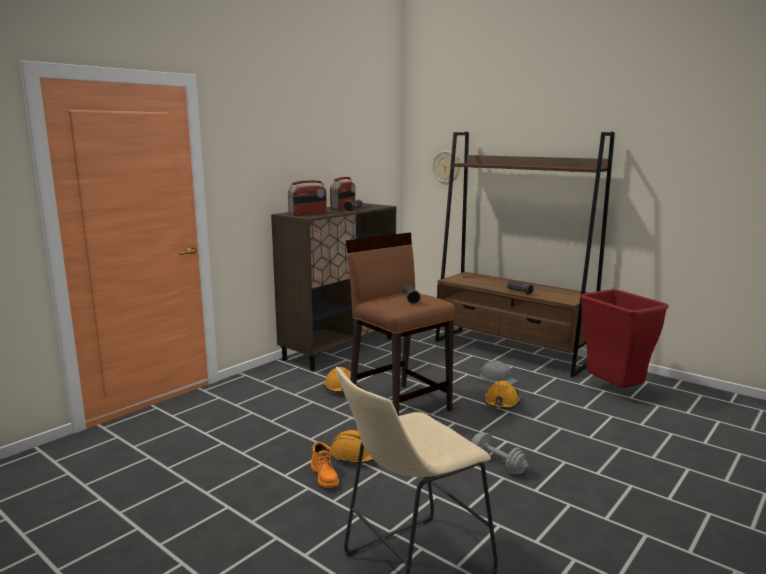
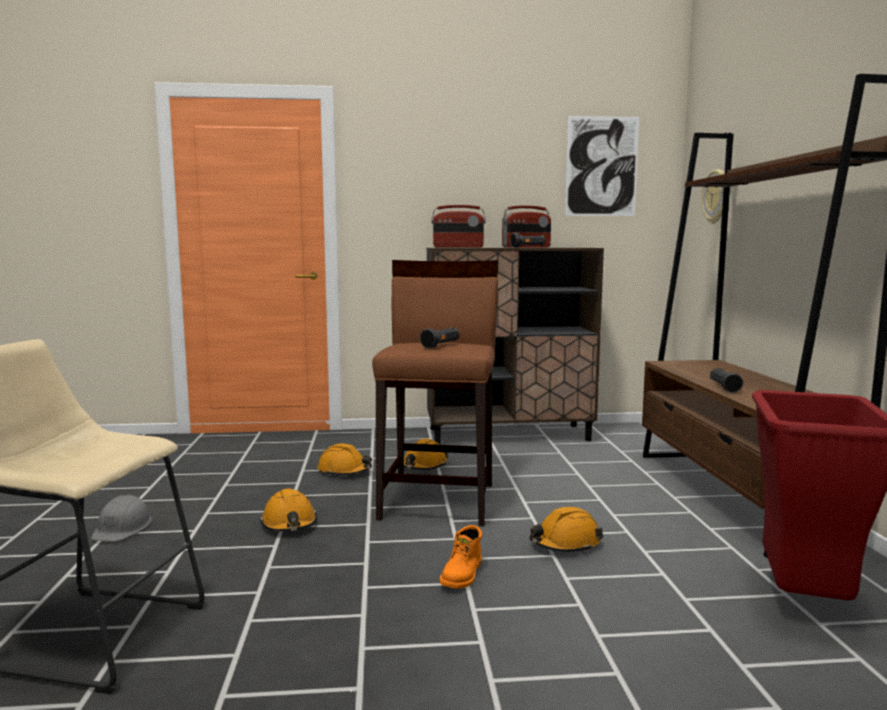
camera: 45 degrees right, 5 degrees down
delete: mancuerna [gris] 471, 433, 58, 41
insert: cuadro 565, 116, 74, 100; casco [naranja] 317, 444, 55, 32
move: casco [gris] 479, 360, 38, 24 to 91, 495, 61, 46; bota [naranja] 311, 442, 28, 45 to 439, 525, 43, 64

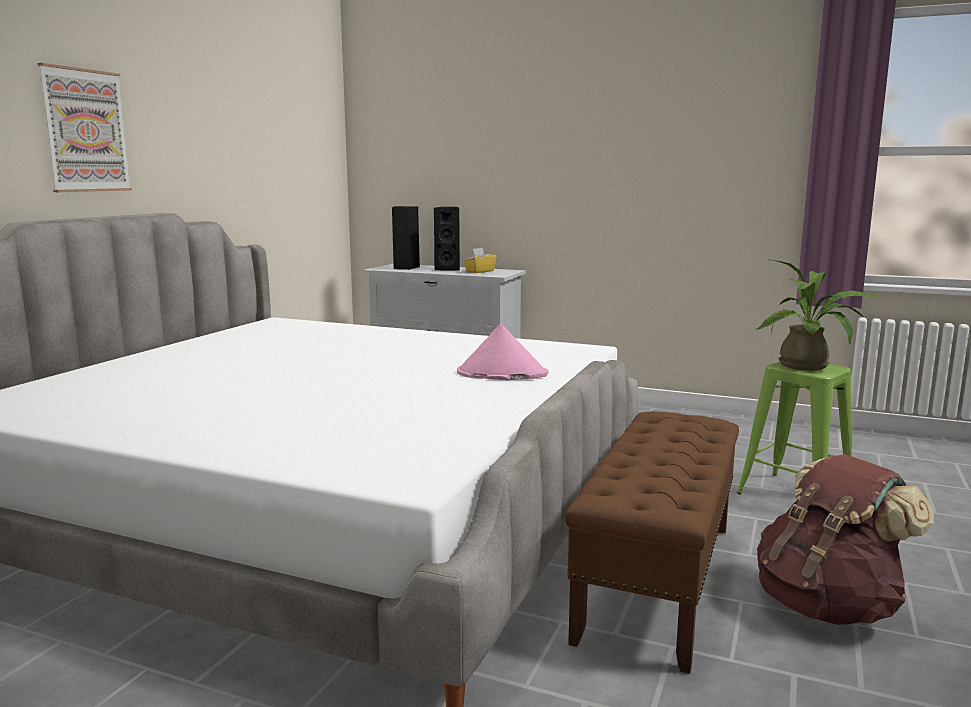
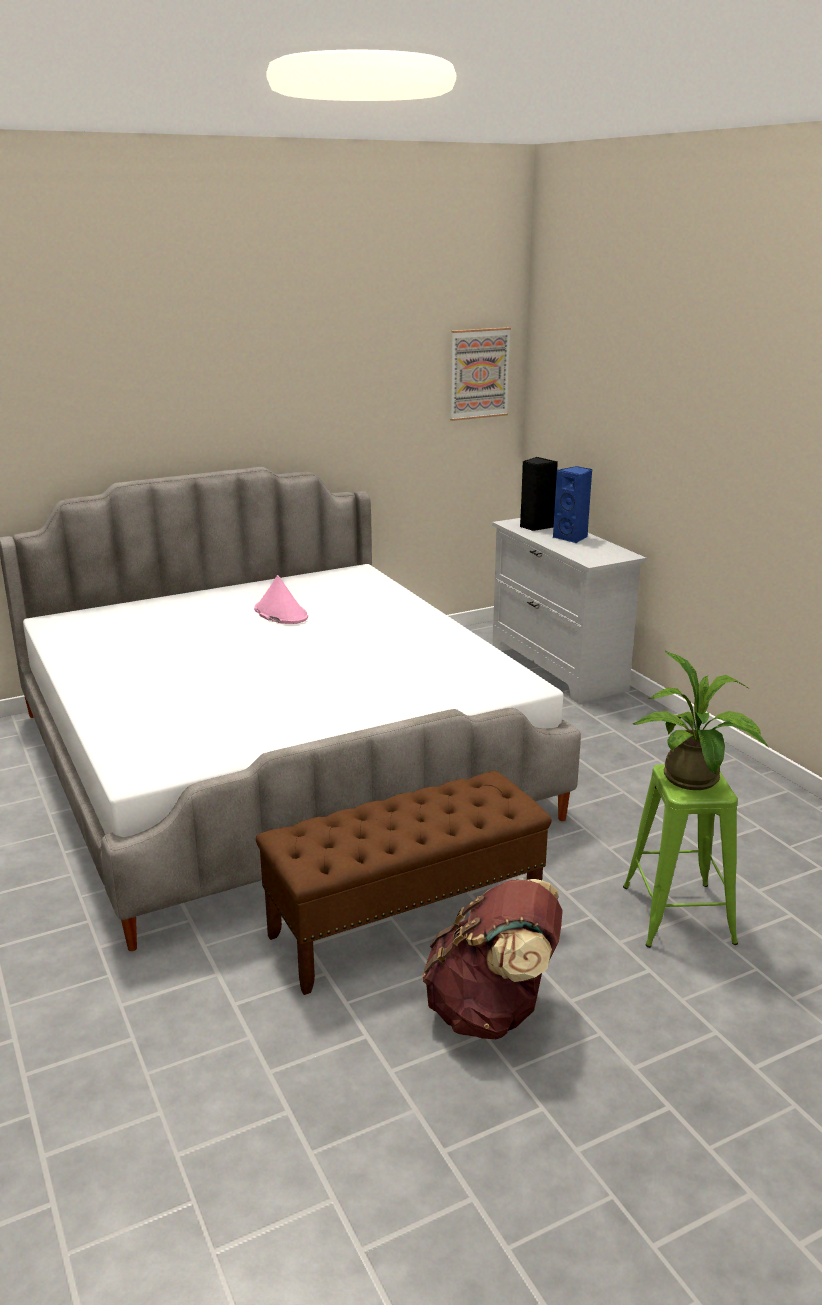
camera: 40 degrees right, 10 degrees up
delete: caja de pañuelos [amarillo] 463, 248, 34, 25
move: cuadro 37, 63, 95, 129 to 450, 327, 61, 94; sombrero [rosa] 457, 323, 91, 57 to 254, 575, 54, 49
recolor: altavoz [negro] 434, 207, 26, 64 to altavoz [azul] 553, 466, 39, 77

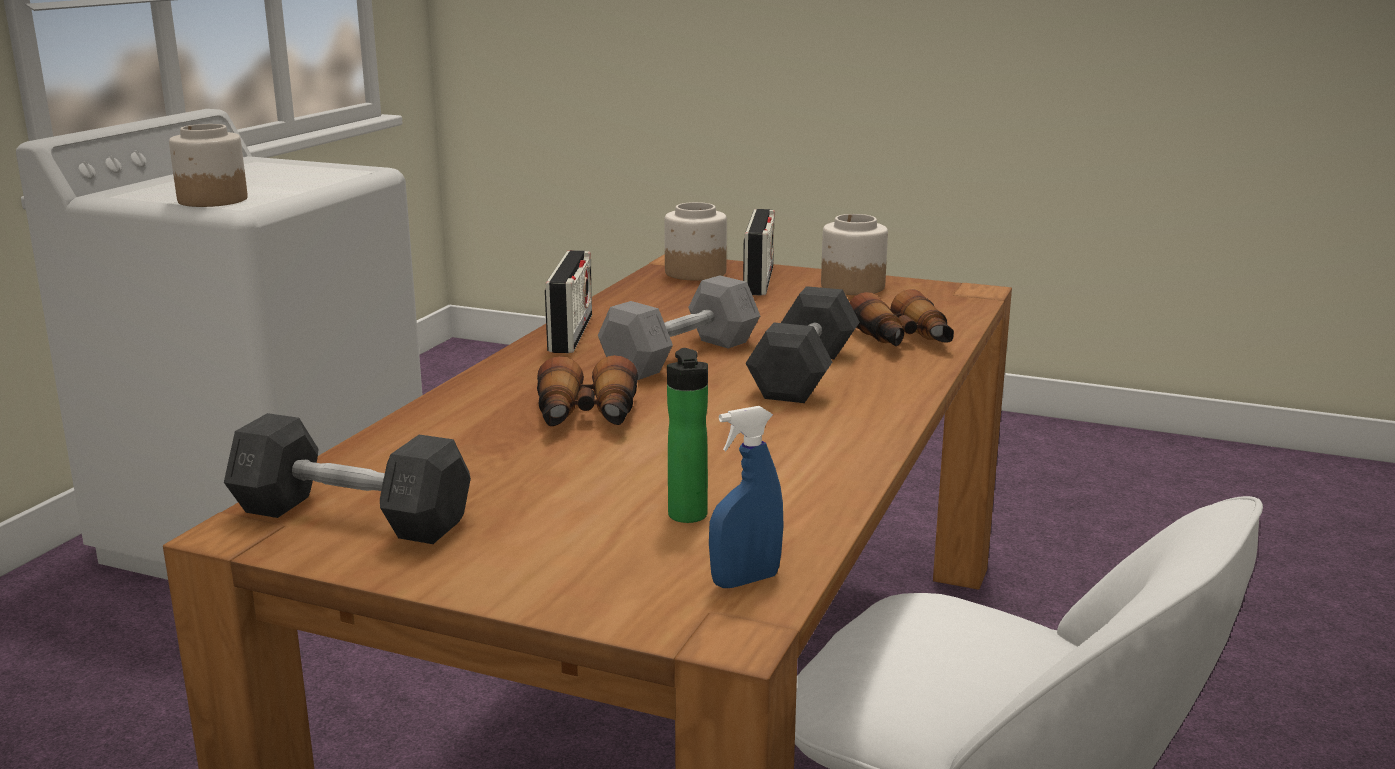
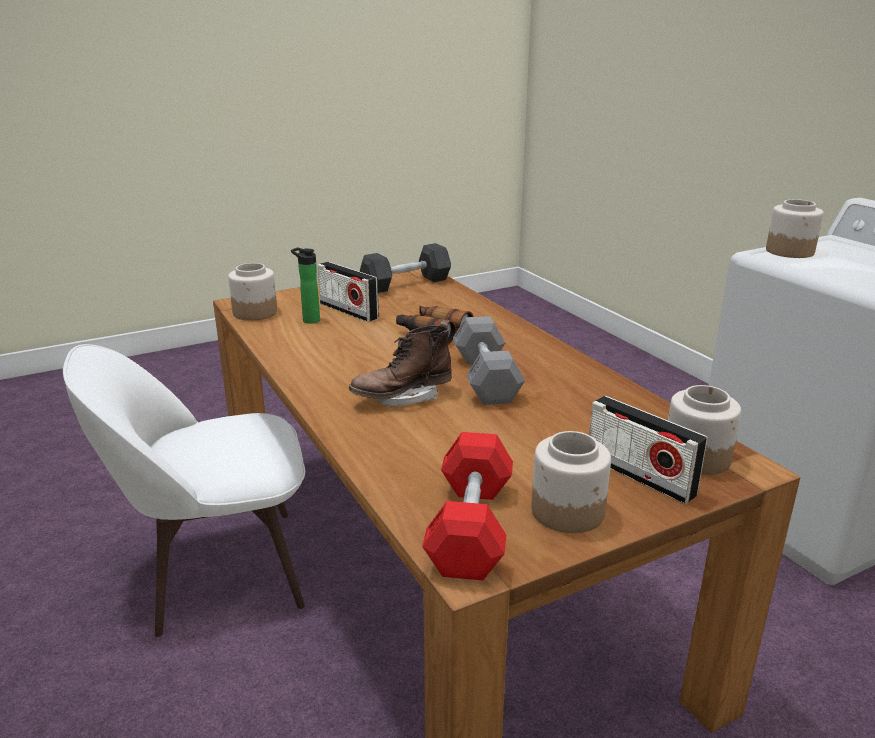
camera: 130 degrees right, 5 degrees up
delete: prismáticos 850, 289, 104, 57
insert: mancuerna [rojo] 422, 432, 91, 148
move: radio 545, 250, 47, 103 to 318, 262, 61, 60
replace: mancuerna [gris] 745, 286, 115, 117 to bota [marrón] 349, 320, 103, 87; pulverizador [azul] 709, 406, 75, 182 to tarro 228, 263, 49, 58

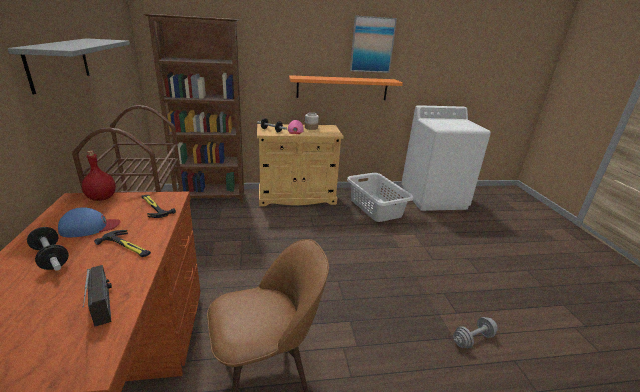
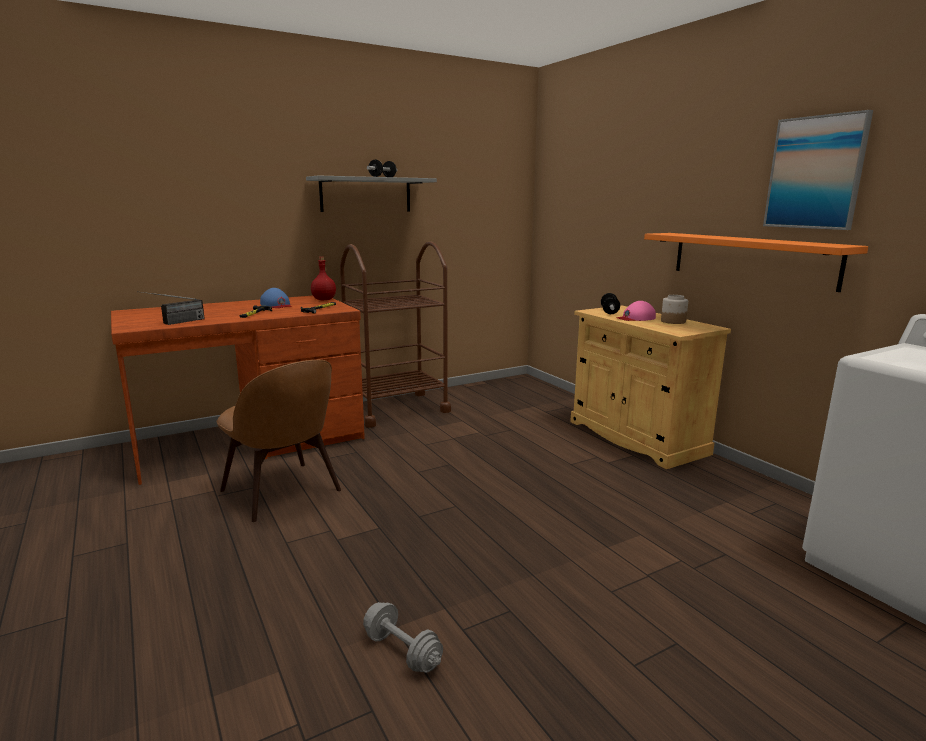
camera: 70 degrees right, 10 degrees down
delete: estantería [marrón] 144, 14, 100, 189; cesto de la ropa [gris] 347, 173, 66, 49
move: mancuerna 27, 227, 42, 44 to 367, 160, 30, 17

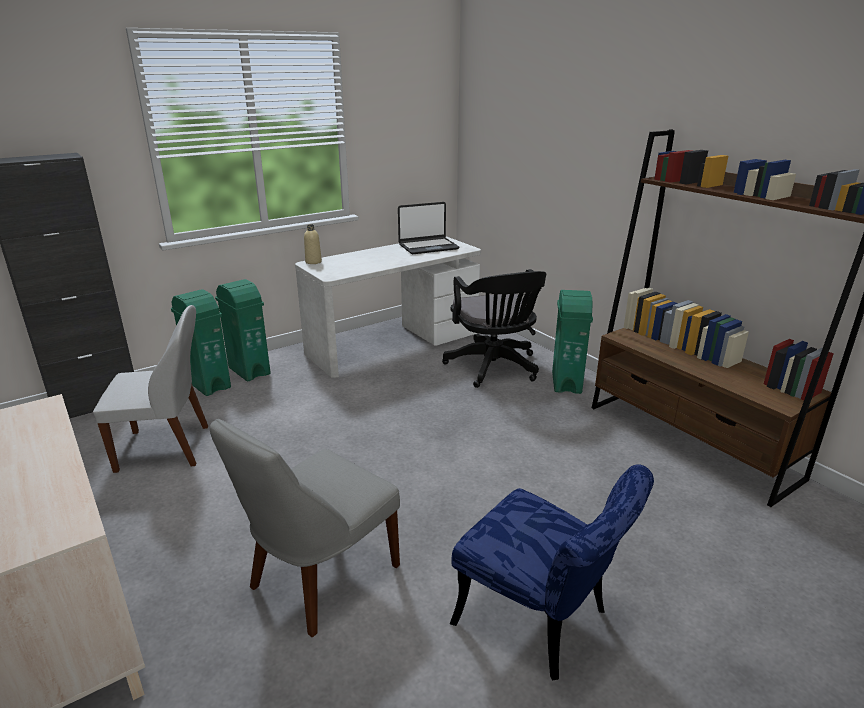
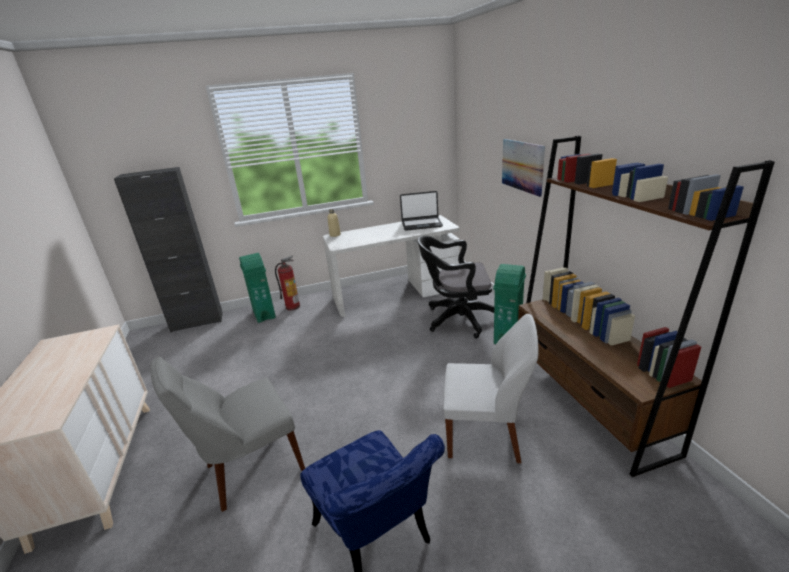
camera: 20 degrees right, 0 degrees up
insert: cuadro 502, 139, 43, 58
move: silla [blanco] 93, 305, 115, 168 to 444, 314, 95, 149
replace: papelera [verde] 215, 279, 56, 102 to extintor 275, 256, 25, 54
rotate: silla de oficina [negro] 442, 269, 104, 119 = 417, 235, 77, 104 90 degrees clockwise

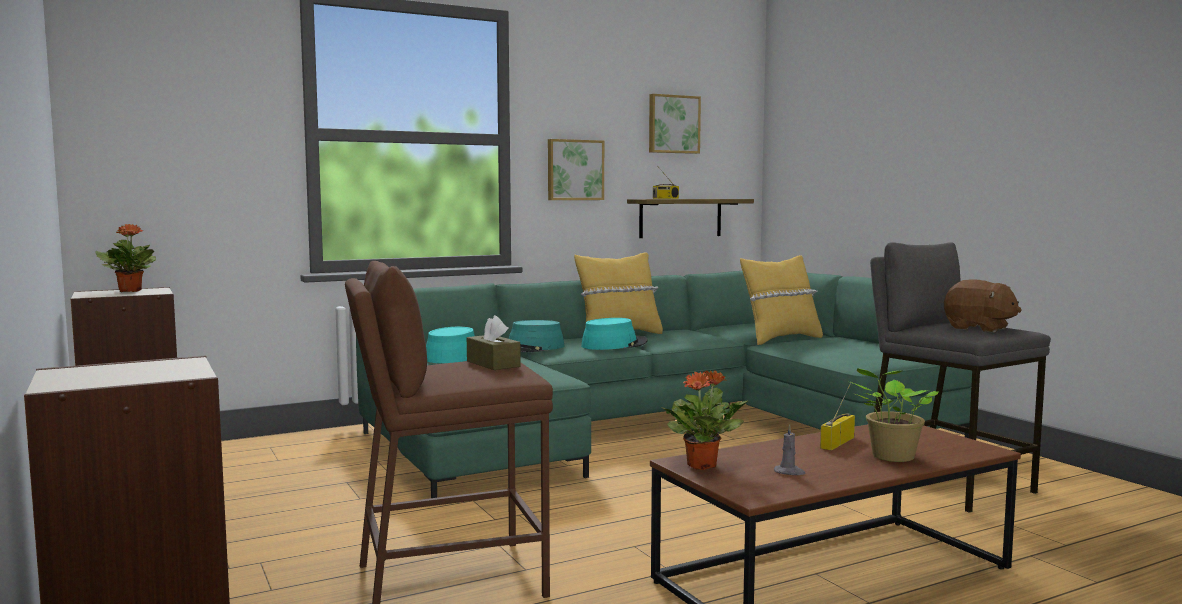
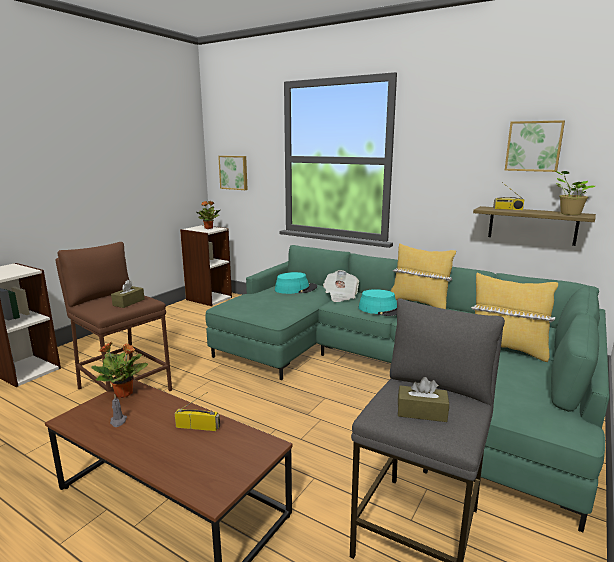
camera: 60 degrees right, 10 degrees up
move: cuadro 548, 139, 56, 61 to 218, 156, 30, 34; planta en maceta 850, 368, 89, 94 to 555, 171, 40, 44
replace: peluche [marrón] 944, 280, 78, 53 to caja de pañuelos [marrón] 398, 377, 51, 45; sombrero [turquesa] 509, 320, 56, 32 to periódico 323, 270, 36, 32

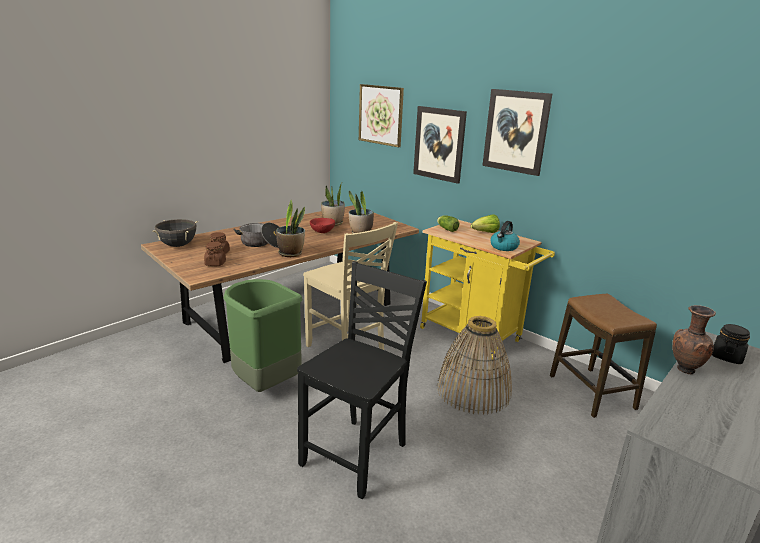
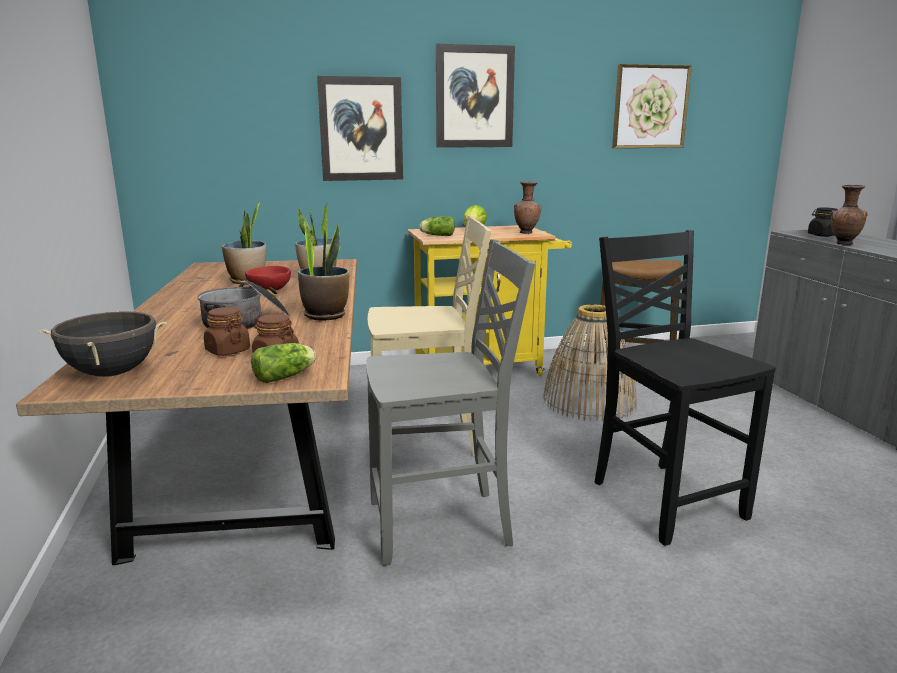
camera: 55 degrees left, 5 degrees down
insert: lechuga 251, 343, 65, 40
move: cuadro 359, 84, 45, 63 to 612, 64, 80, 84
replace: hervidor 491, 221, 29, 30 to florero [marrón] 514, 181, 28, 53; papelera [verde] 223, 279, 79, 113 to silla [gris] 366, 239, 169, 327

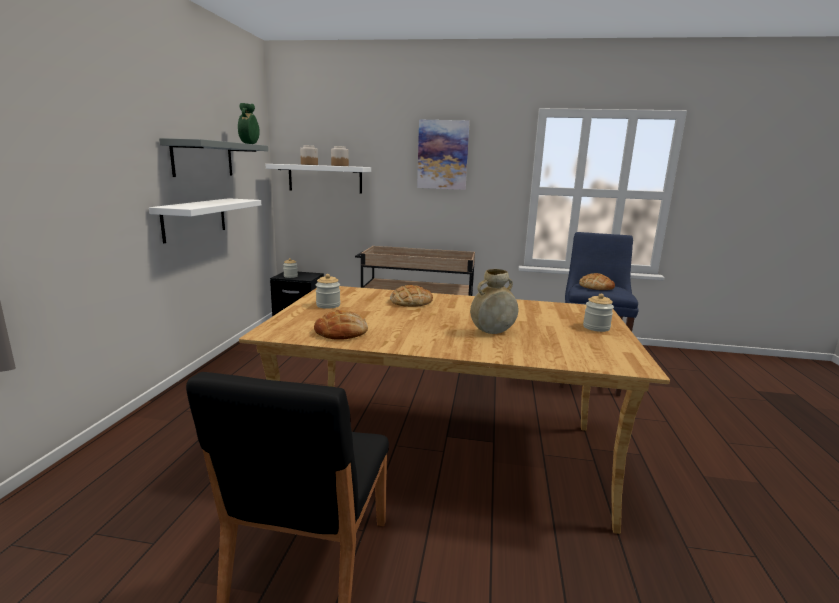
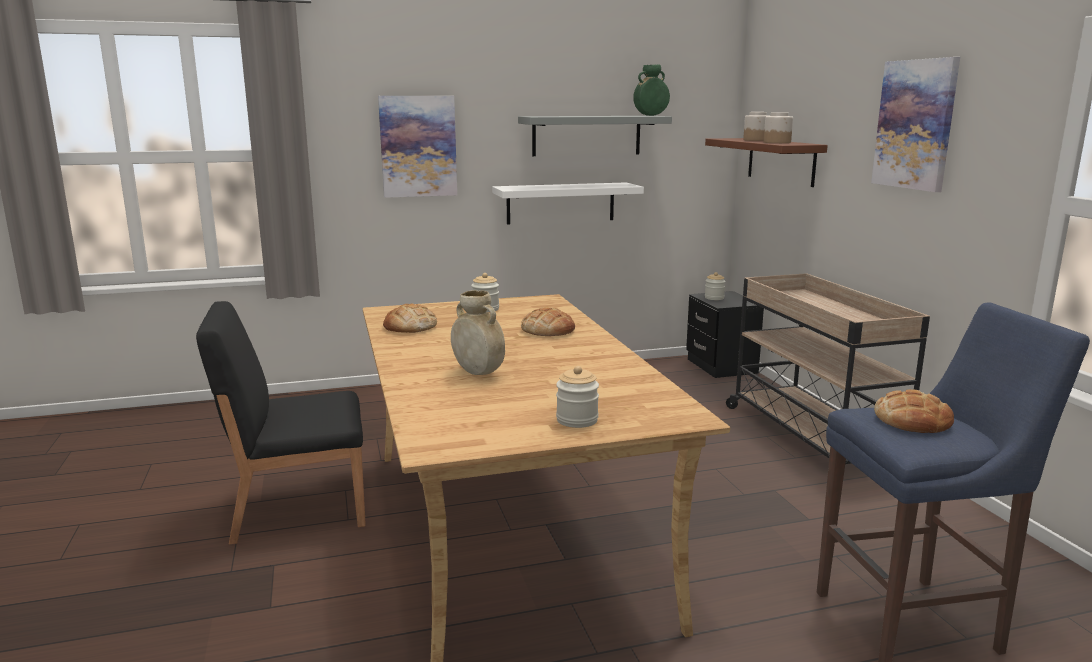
camera: 65 degrees right, 0 degrees up
insert: cuadro 378, 96, 79, 102
recolor: estante [blanco] 266, 164, 105, 30 to estante [marrón] 705, 138, 123, 49

